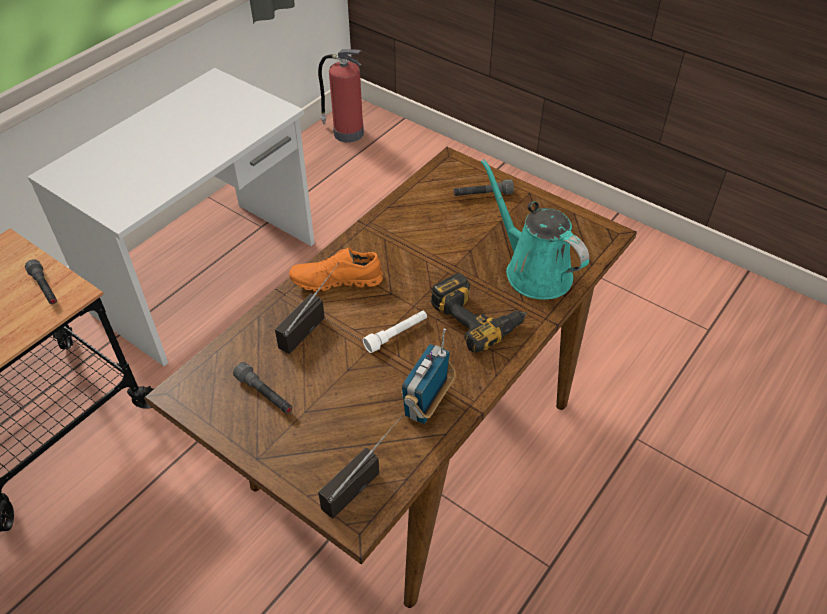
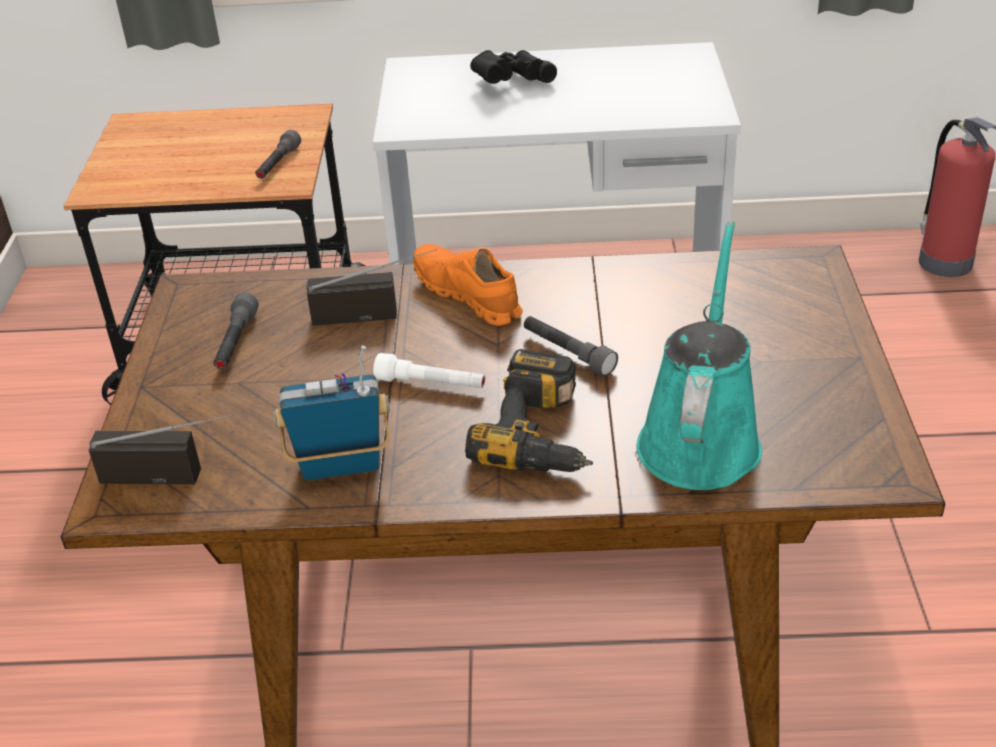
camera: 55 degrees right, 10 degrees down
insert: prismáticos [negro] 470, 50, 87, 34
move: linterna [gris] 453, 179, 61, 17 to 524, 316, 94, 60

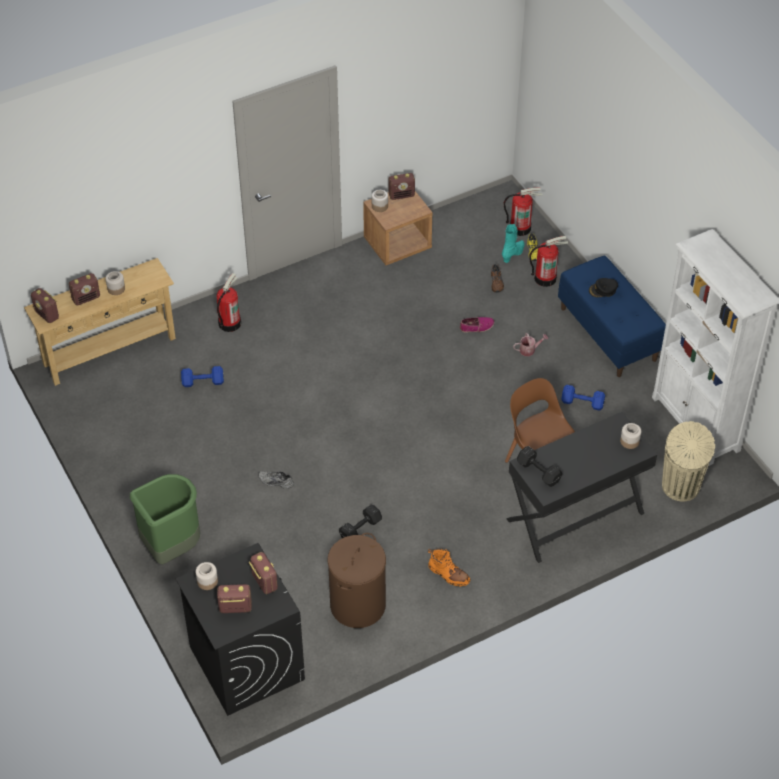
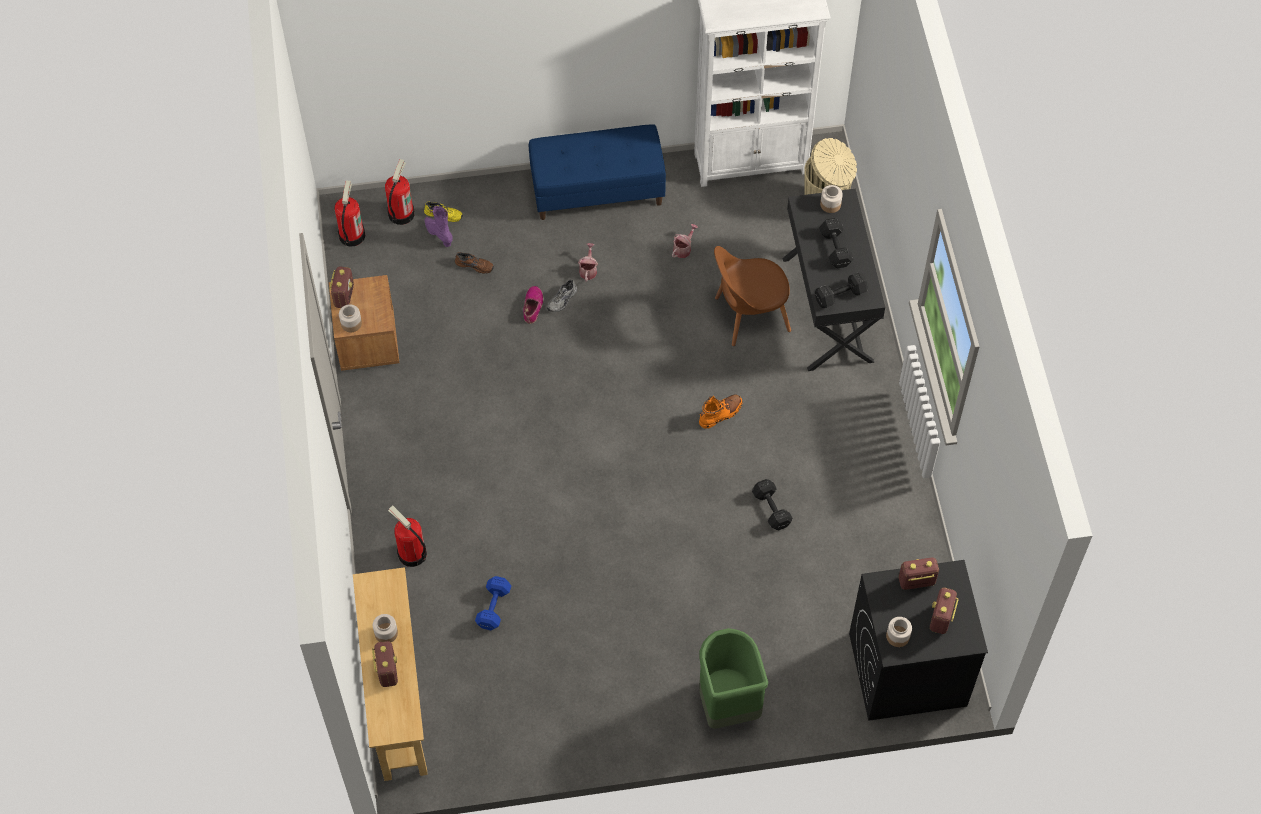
camera: 70 degrees left, 10 degrees up
delete: gorra [negro] 589, 278, 29, 19; radio 31, 288, 28, 35; cesto de la ropa [marrón] 328, 533, 58, 95
insert: mancuerna [negro] 819, 218, 35, 50
move: extintor 529, 236, 39, 51 to 334, 180, 31, 66; zapato [gris] 258, 471, 36, 18 to 547, 280, 30, 32; bota [naranja] 428, 548, 42, 39 to 699, 394, 43, 35
replace: mancuerna [azul] 561, 385, 44, 26 to regadera 672, 224, 26, 34
recolor: bota [turquesa] 502, 224, 22, 39 to bota [morado] 424, 206, 29, 41

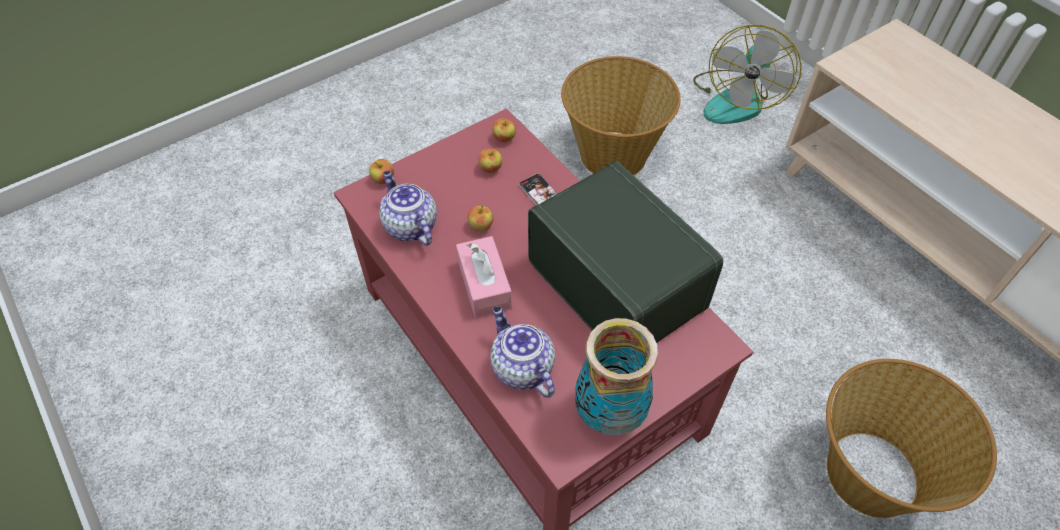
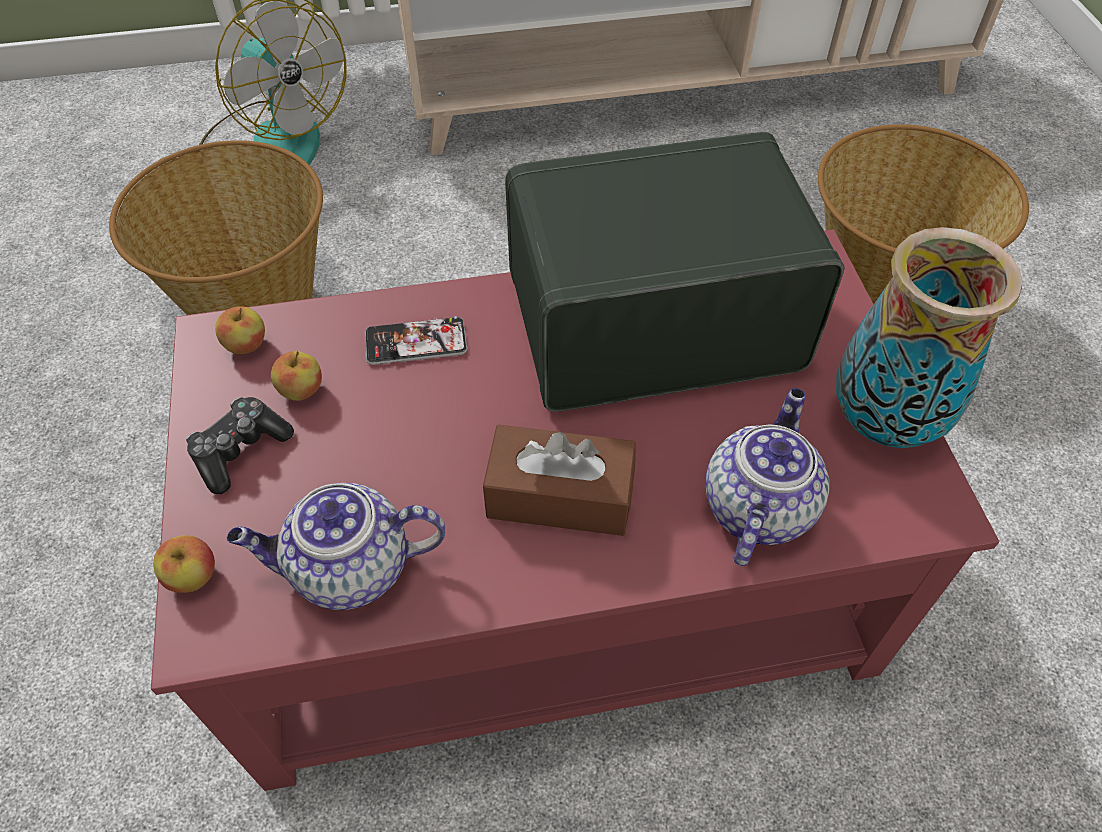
camera: 65 degrees left, 0 degrees up
delete: manzana 468, 205, 25, 26
insert: mando de consola 186, 397, 108, 97
recolor: caja de pañuelos [rosa] 456, 236, 56, 82 to caja de pañuelos [marrón] 483, 425, 153, 111
rotate: tetera 490, 306, 65, 92 = 706, 388, 123, 178 120 degrees clockwise

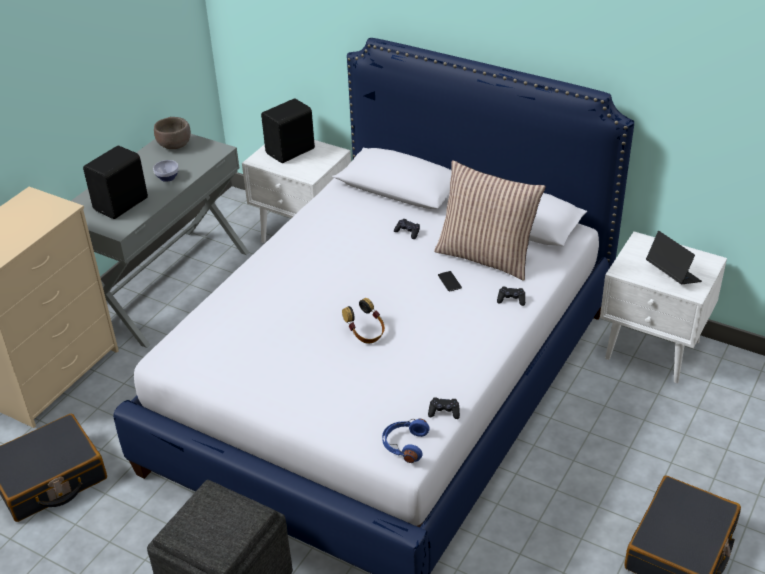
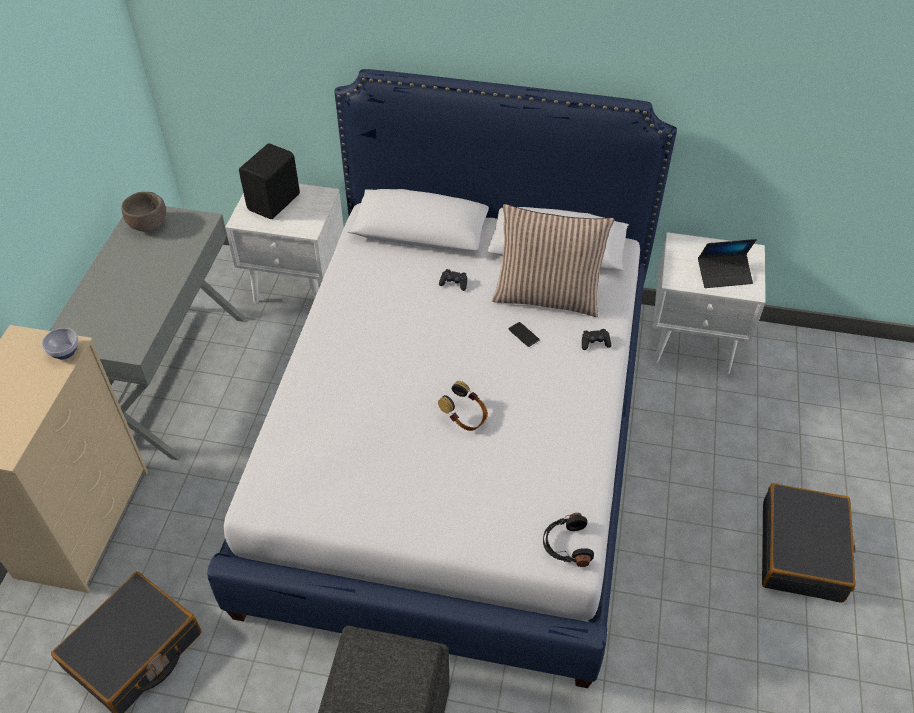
camera: 20 degrees left, 10 degrees up
delete: altavoz [negro] 83, 146, 65, 73; mando de consola [negro] 428, 397, 32, 22
move: cuenco 153, 160, 26, 22 to 42, 328, 37, 32
recolor: auriculares [azul] 382, 419, 48, 44 to auriculares [negro] 543, 513, 51, 54
rotate: portátil 646, 231, 56, 53 = 698, 239, 59, 49 135 degrees clockwise

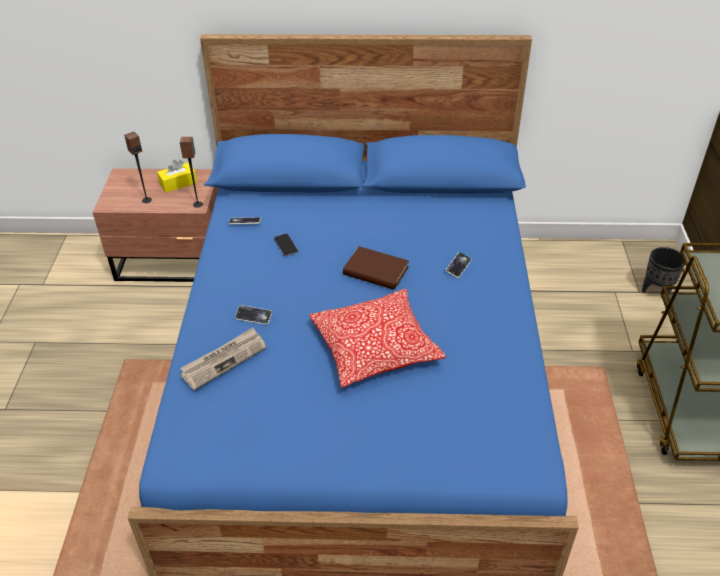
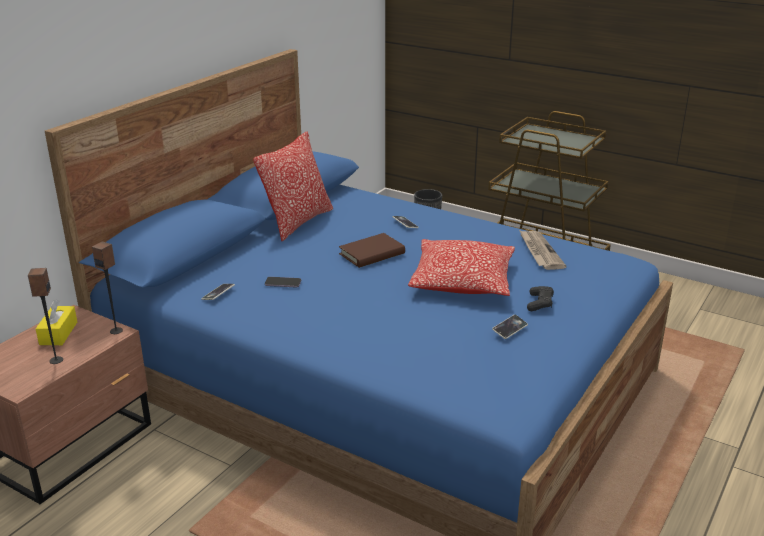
camera: 60 degrees left, 15 degrees down
insert: cojín 253, 131, 80, 110; mando de consola [negro] 527, 286, 27, 25
move: móvil 235, 305, 37, 20 to 492, 315, 36, 24; periódico 180, 327, 86, 63 to 519, 230, 48, 40

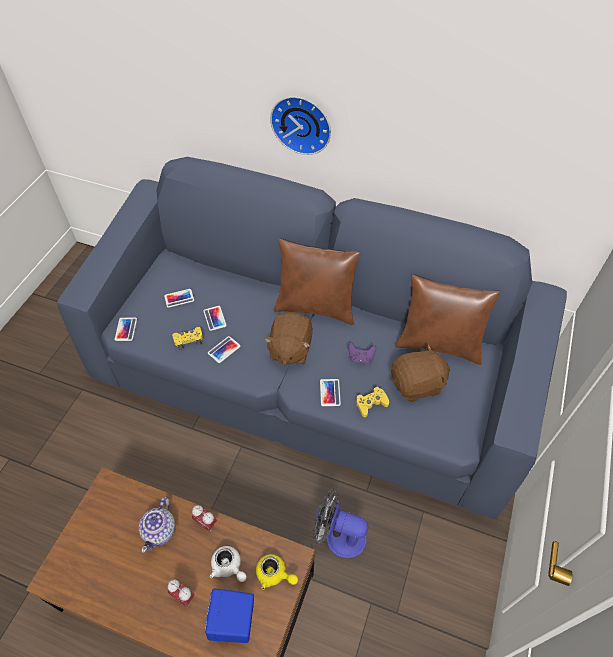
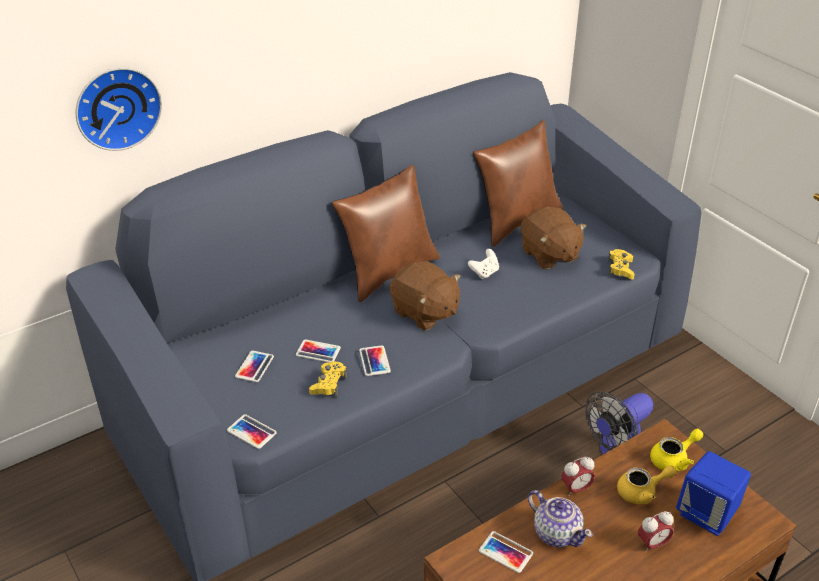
camera: 55 degrees left, 15 degrees down
move: reloj de pared 270, 96, 61, 59 to 76, 68, 86, 83; móvil 320, 379, 21, 27 to 479, 531, 54, 42; mando de consola [amarillo] 356, 387, 33, 30 to 608, 249, 27, 30
recolor: mando de consola [morado] 348, 342, 28, 22 to mando de consola [blanco] 468, 249, 31, 30; tetera [blanco] 210, 546, 37, 36 to tetera [amarillo] 617, 465, 60, 39
rotate: peluche [marrón] 391, 344, 59, 58 = 521, 207, 66, 62 135 degrees clockwise

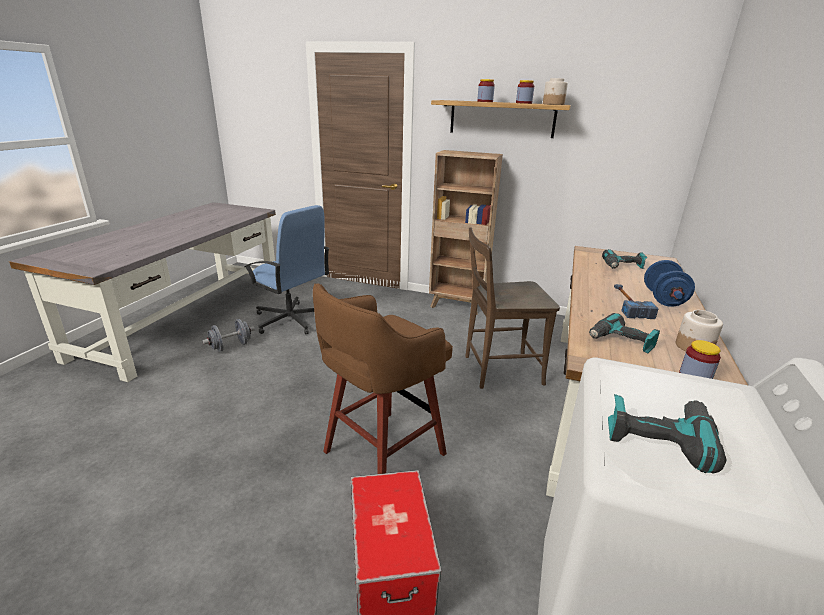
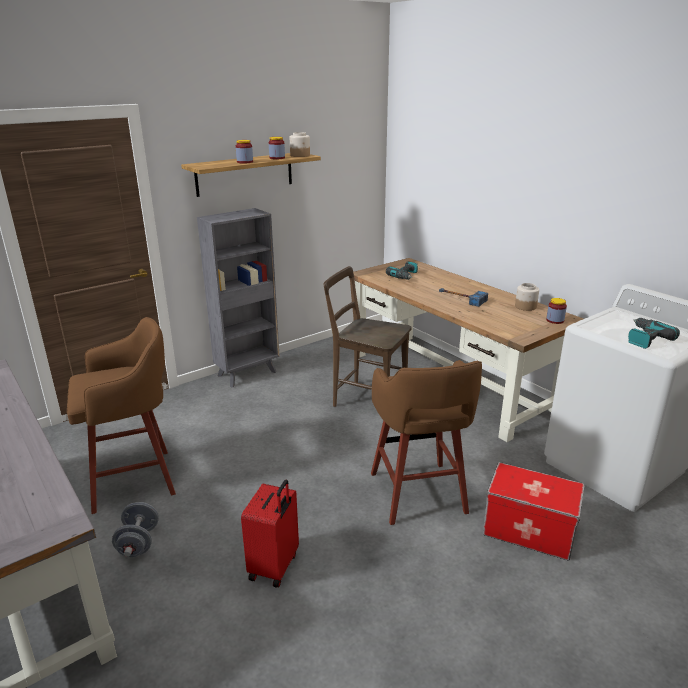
camera: 55 degrees left, 0 degrees up
delete: mancuerna [azul] 644, 260, 51, 47; taladro 589, 313, 71, 41
insert: maleta [rojo] 241, 479, 58, 109
replace: silla de oficina [azul] 244, 205, 85, 129 to taburete [marrón] 67, 317, 109, 197
recolor: estantería [marrón] 429, 150, 74, 165 to estantería [gris] 197, 208, 83, 179
rotate: silla [marrón] 465, 228, 95, 161 = 324, 266, 87, 141 90 degrees clockwise

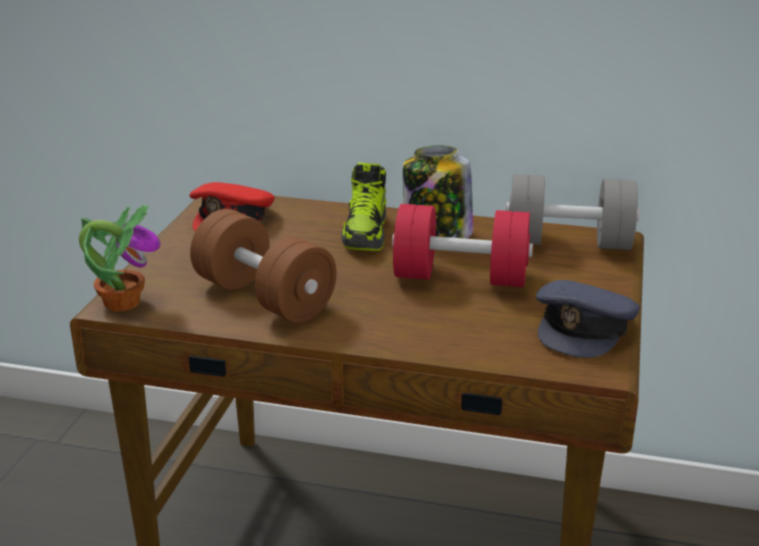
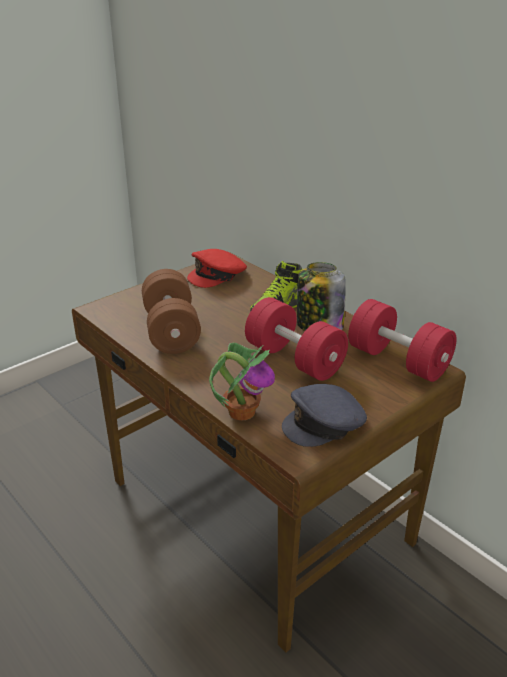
camera: 35 degrees right, 5 degrees up
move: planta en maceta 79, 204, 81, 107 to 209, 342, 66, 78
recolor: mancuerna [gris] 506, 174, 133, 76 to mancuerna [rojo] 348, 299, 108, 83

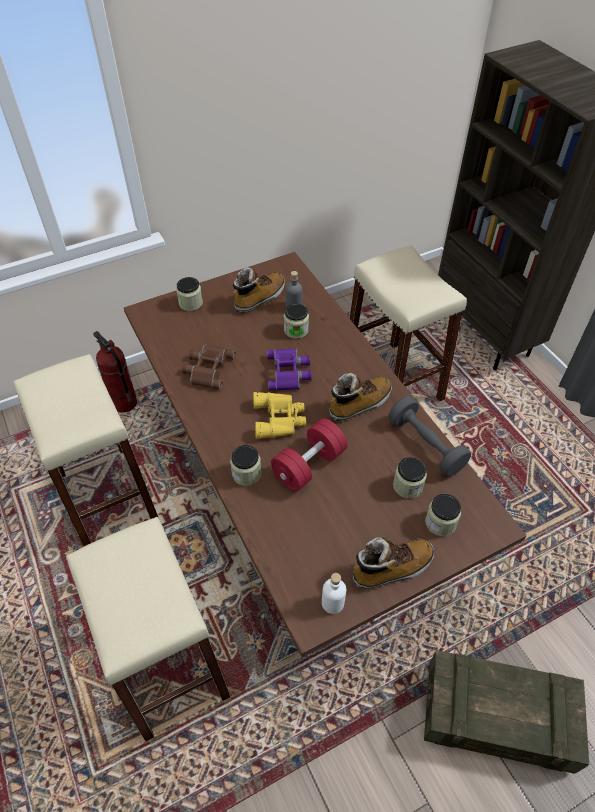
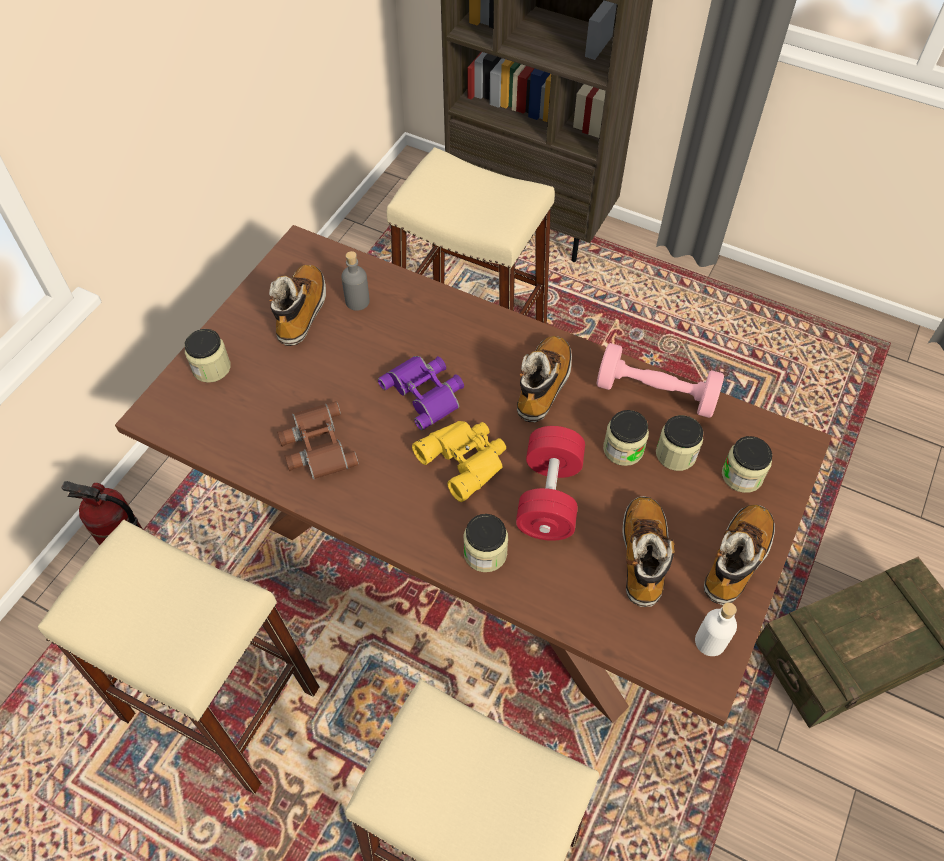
camera: 35 degrees left, 5 degrees up
insert: bota 622, 496, 53, 111
move: tarro 284, 304, 25, 35 to 603, 410, 46, 56
recolor: mancuerna [gris] 389, 396, 82, 81 to mancuerna [rosa] 596, 343, 128, 75

